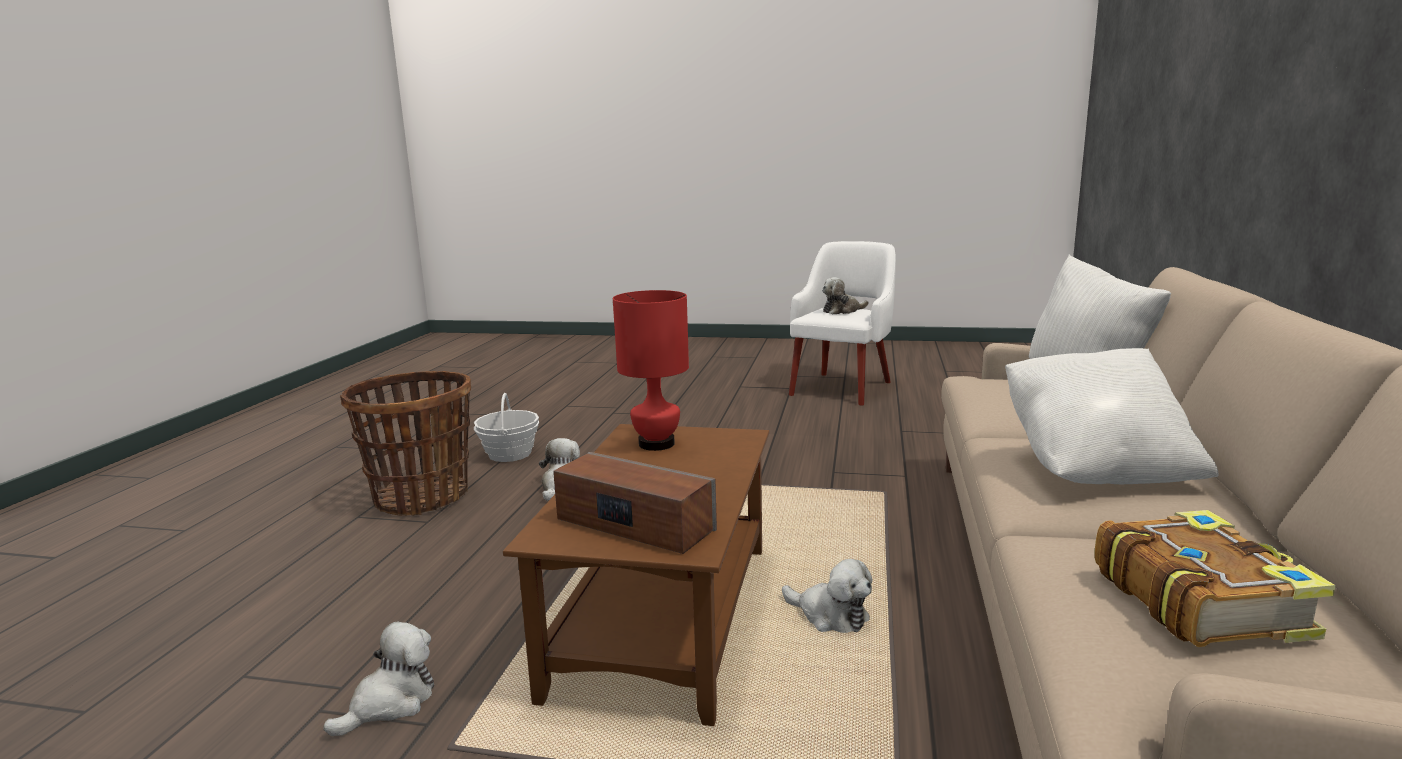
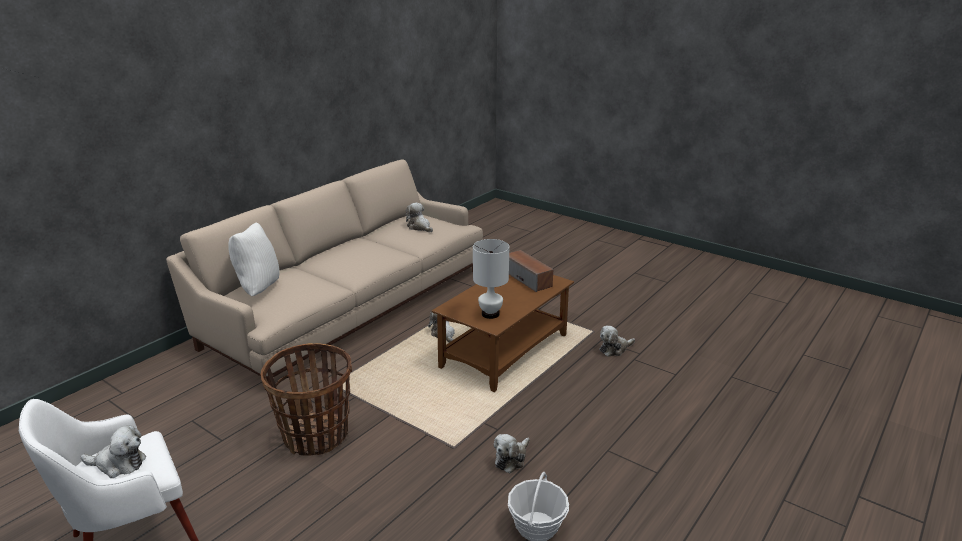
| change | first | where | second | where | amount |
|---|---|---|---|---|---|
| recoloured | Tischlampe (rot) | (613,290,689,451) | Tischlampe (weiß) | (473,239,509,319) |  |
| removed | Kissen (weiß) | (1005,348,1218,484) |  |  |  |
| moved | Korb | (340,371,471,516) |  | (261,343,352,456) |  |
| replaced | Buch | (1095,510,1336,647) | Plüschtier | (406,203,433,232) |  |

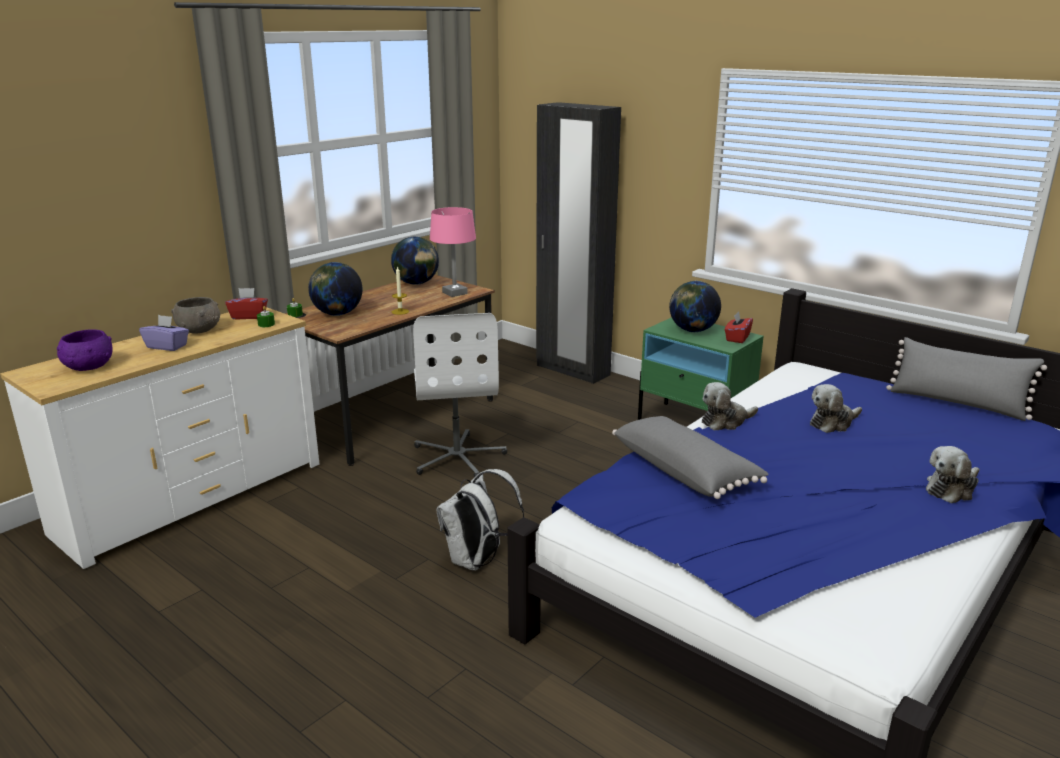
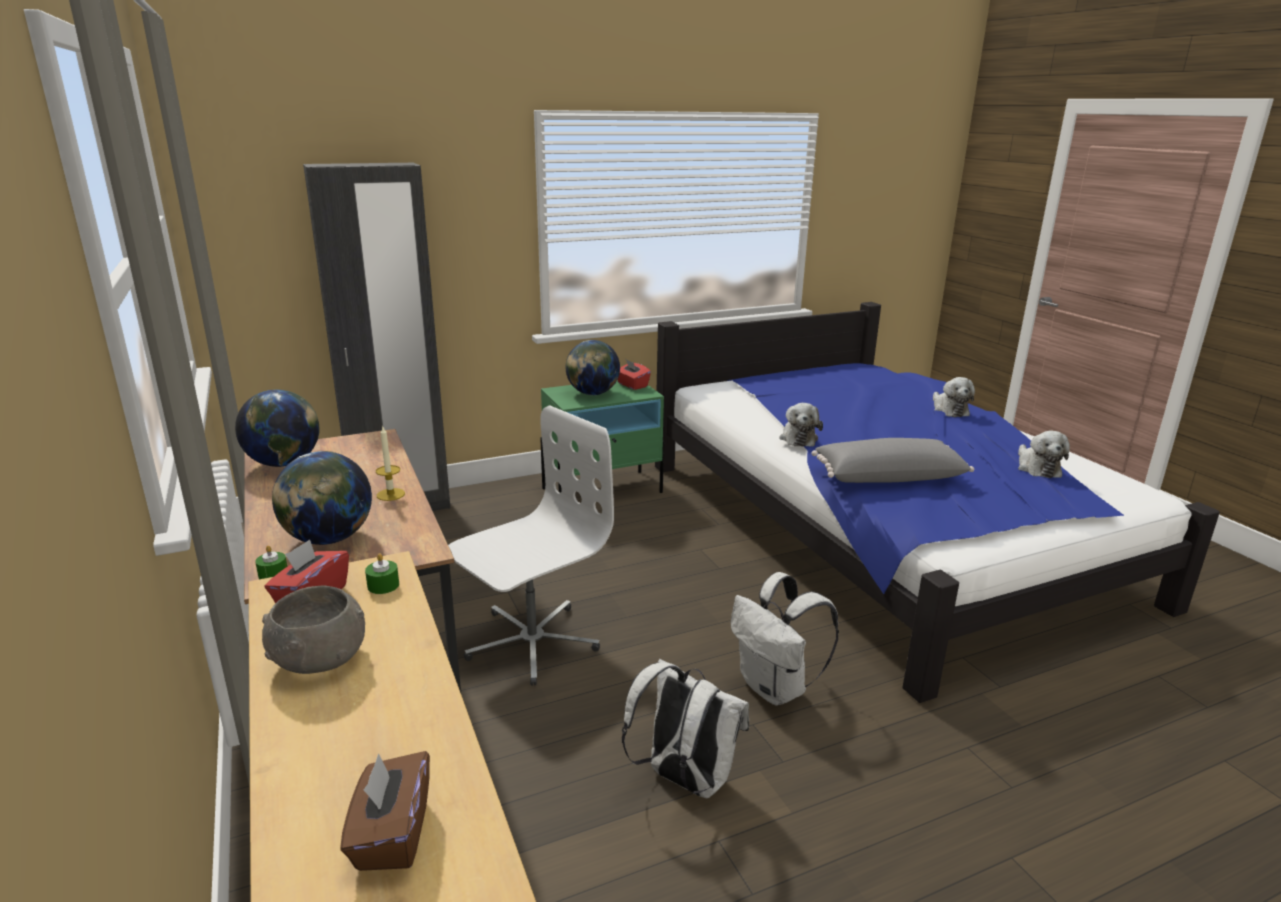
| change | first | where | second | where | amount |
|---|---|---|---|---|---|
| removed | Tischlampe (rosa) | (430,207,476,297) |  |  |  |
| turned | Bürostuhl (weiß) | (413,313,507,477) |  | (448,405,614,686) | 60 degrees counterclockwise |
| removed | Taschentuchbox (lila) | (139,315,189,351) |  |  |  |
| replaced | Schüssel (lila) | (57,330,113,371) | Taschentuchbox (braun) | (340,751,430,871) |  |
| removed | Kissen (grau) | (886,337,1047,421) |  |  |  |
| moved | Plüschtier | (810,384,862,433) |  | (1018,431,1070,478) |  |
| added |  |  | Rucksack (weiß) | (622,659,749,798) |  |

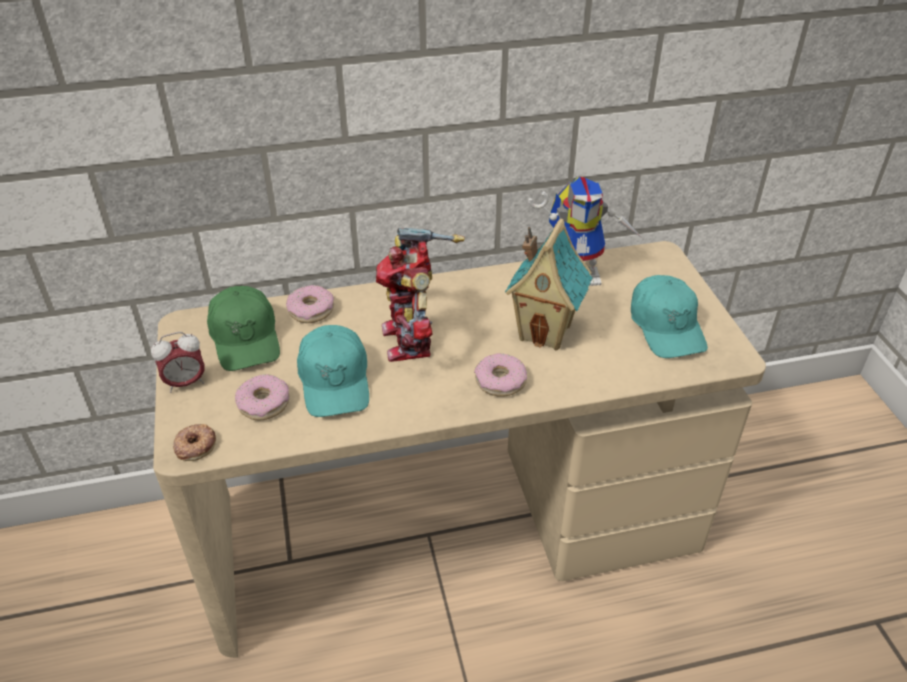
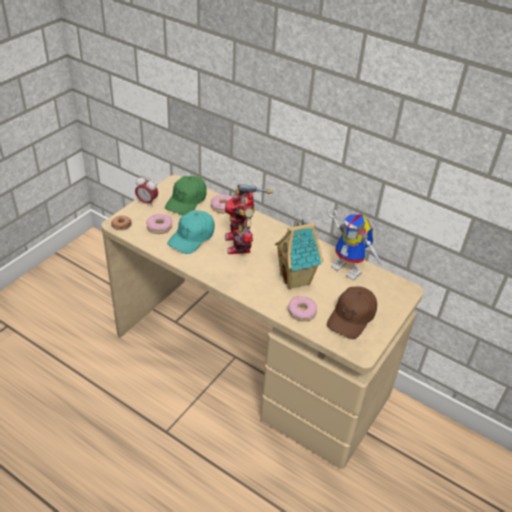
| change | first | where | second | where | amount |
|---|---|---|---|---|---|
| turned | Spielzeugroboter | (376,228,465,362) |  | (225,184,273,254) | 45 degrees counterclockwise |
| recoloured | Kappe (türkis) | (631,275,708,358) | Kappe (braun) | (327,287,377,339) |  |
| moved | Donut | (474,353,527,397) |  | (288,296,317,321) |  |

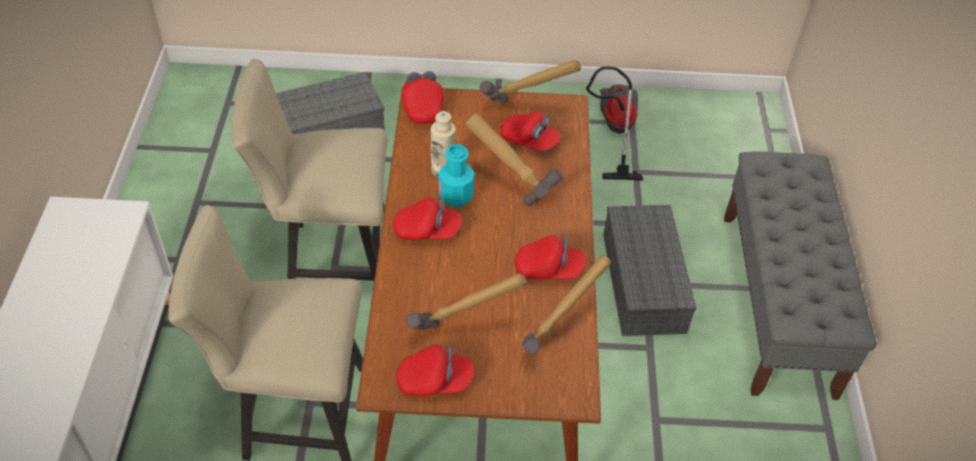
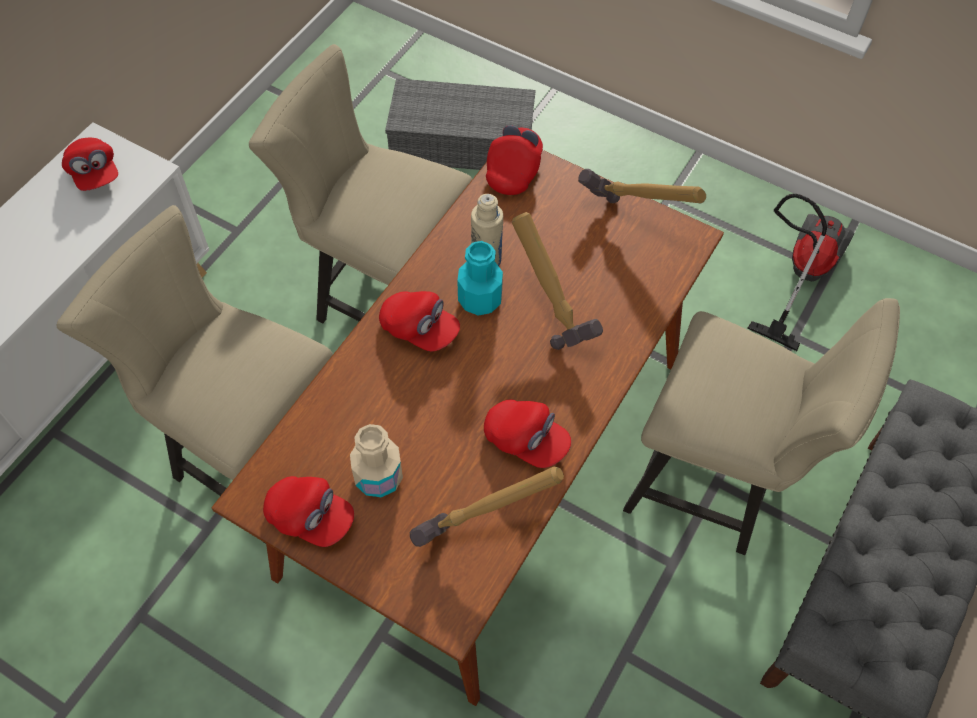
| change | first | where | second | where | amount |
|---|---|---|---|---|---|
| moved | Kappe (rot) | (501,111,561,151) |  | (62,138,118,191) |  |
| replaced | Aufbewahrungsbox (grau) | (603,205,696,336) | Stuhl (beige) | (623,298,900,555) |  |
| replaced | Hammer | (406,273,527,330) | Flasche (beige) | (350,424,403,497) |  |

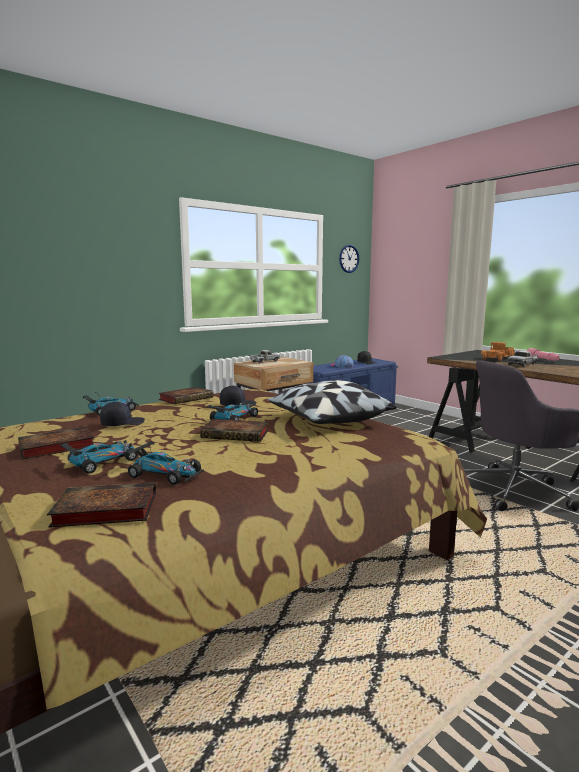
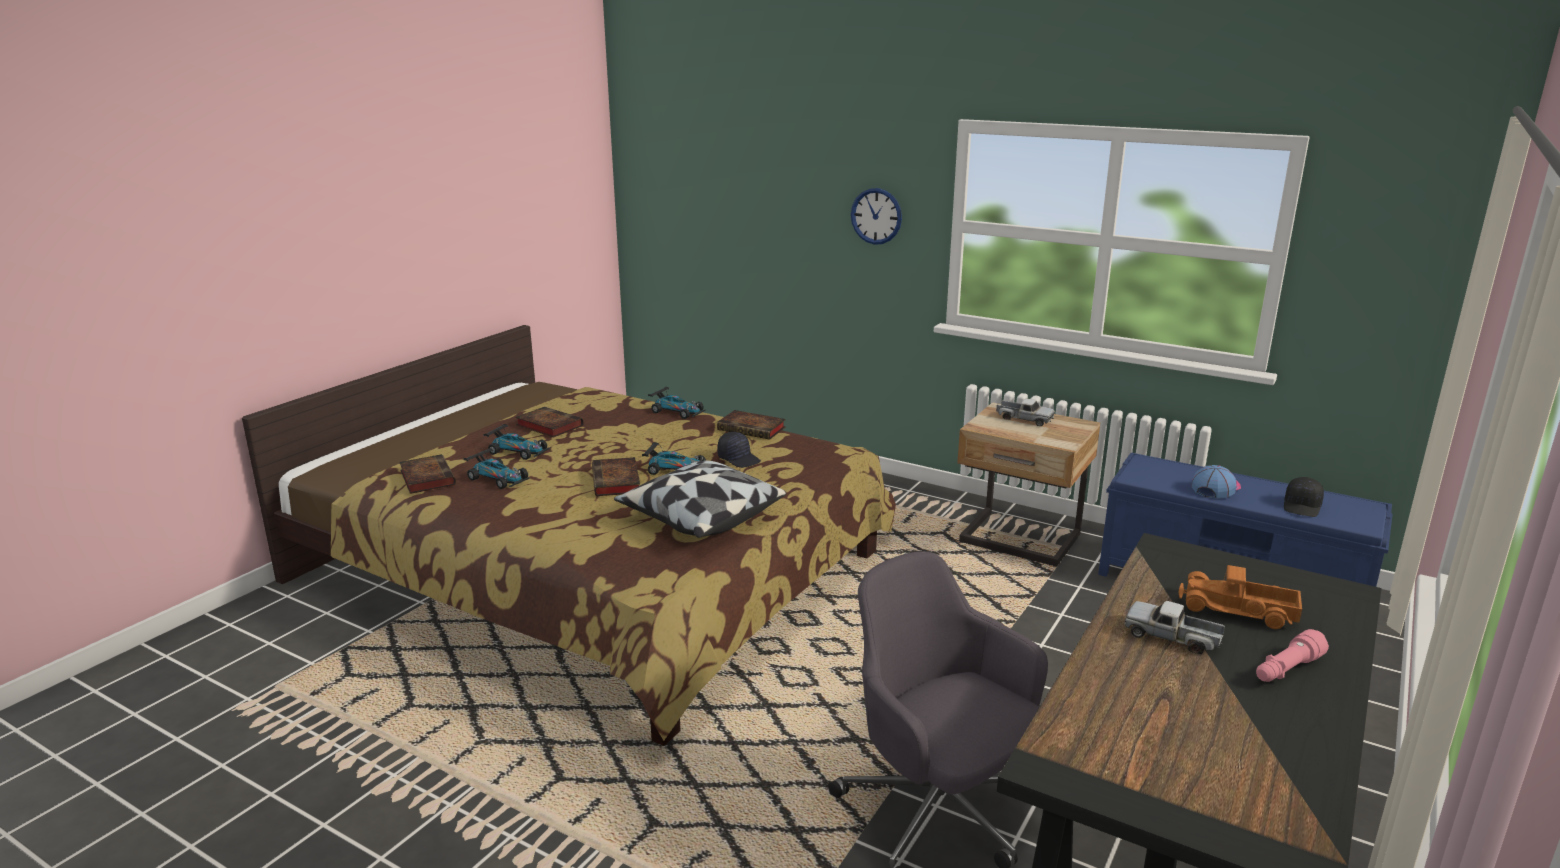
| change | first | where | second | where | amount |
|---|---|---|---|---|---|
| moved | Wanduhr | (339,245,359,273) |  | (851,188,902,245) |  |
| removed | Kappe (schwarz) | (100,402,145,426) |  |  |  |
| turned | Spielzeugauto | (123,440,204,485) |  | (464,448,530,489) | 60 degrees counterclockwise |

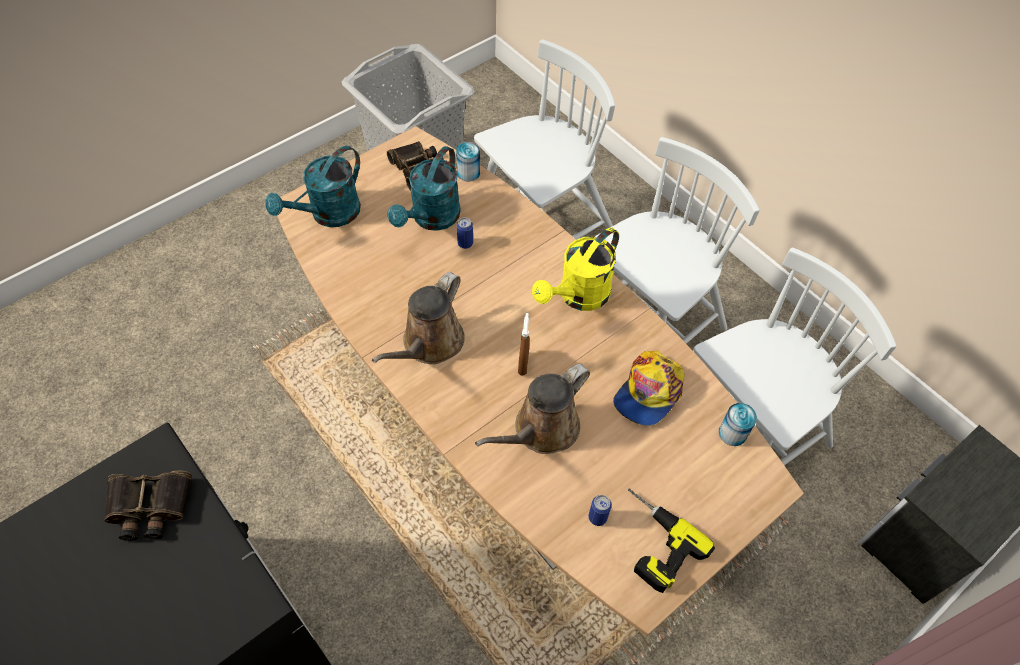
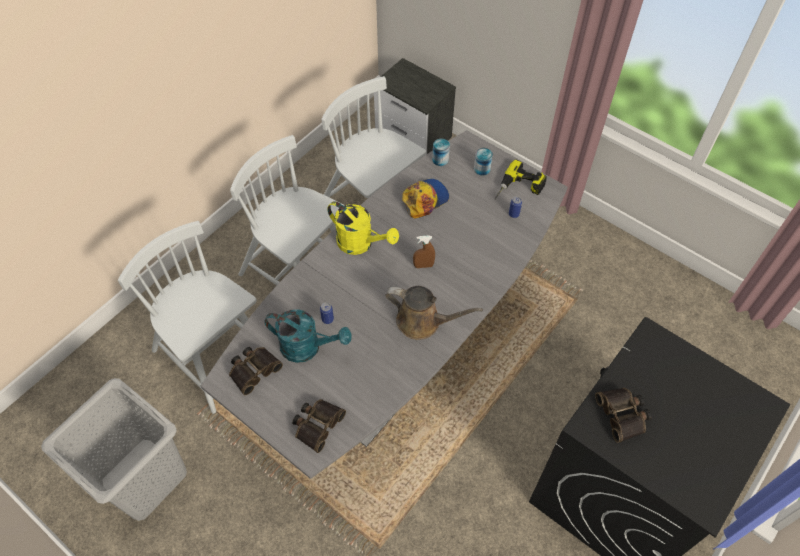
| change | first | where | second | where | amount |
|---|---|---|---|---|---|
| recoloured | Esstisch (braun) | (277,126,804,636) | Esstisch (grau) | (201,130,568,479) |  |
| moved | Dose | (456,142,480,181) |  | (474,148,493,176) |  |
| replaced | Gießkanne (türkis) | (265,146,361,227) | Fernglas | (292,399,346,453) |  |
| turned | Kappe | (613,351,684,426) |  | (402,179,449,218) | 60 degrees counterclockwise |
| removed | Gießkanne (braun) | (475,364,590,454) |  |  |  |

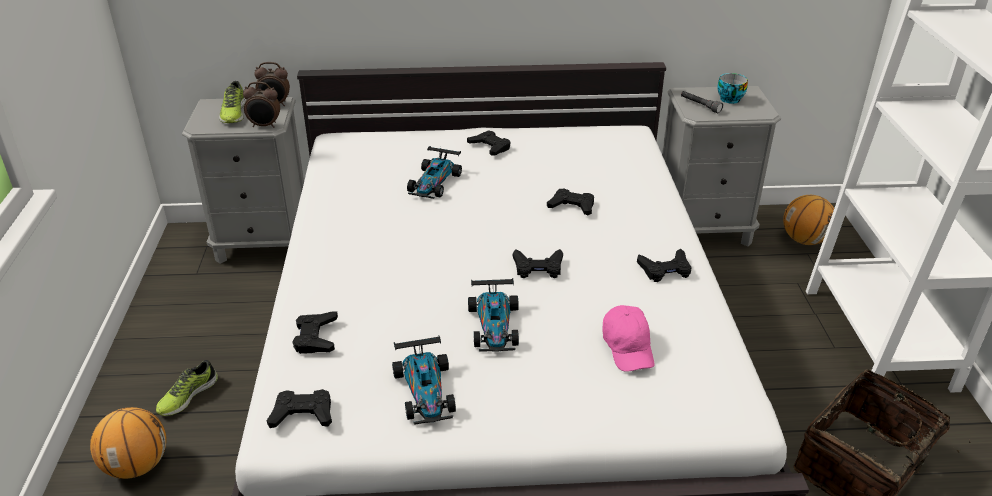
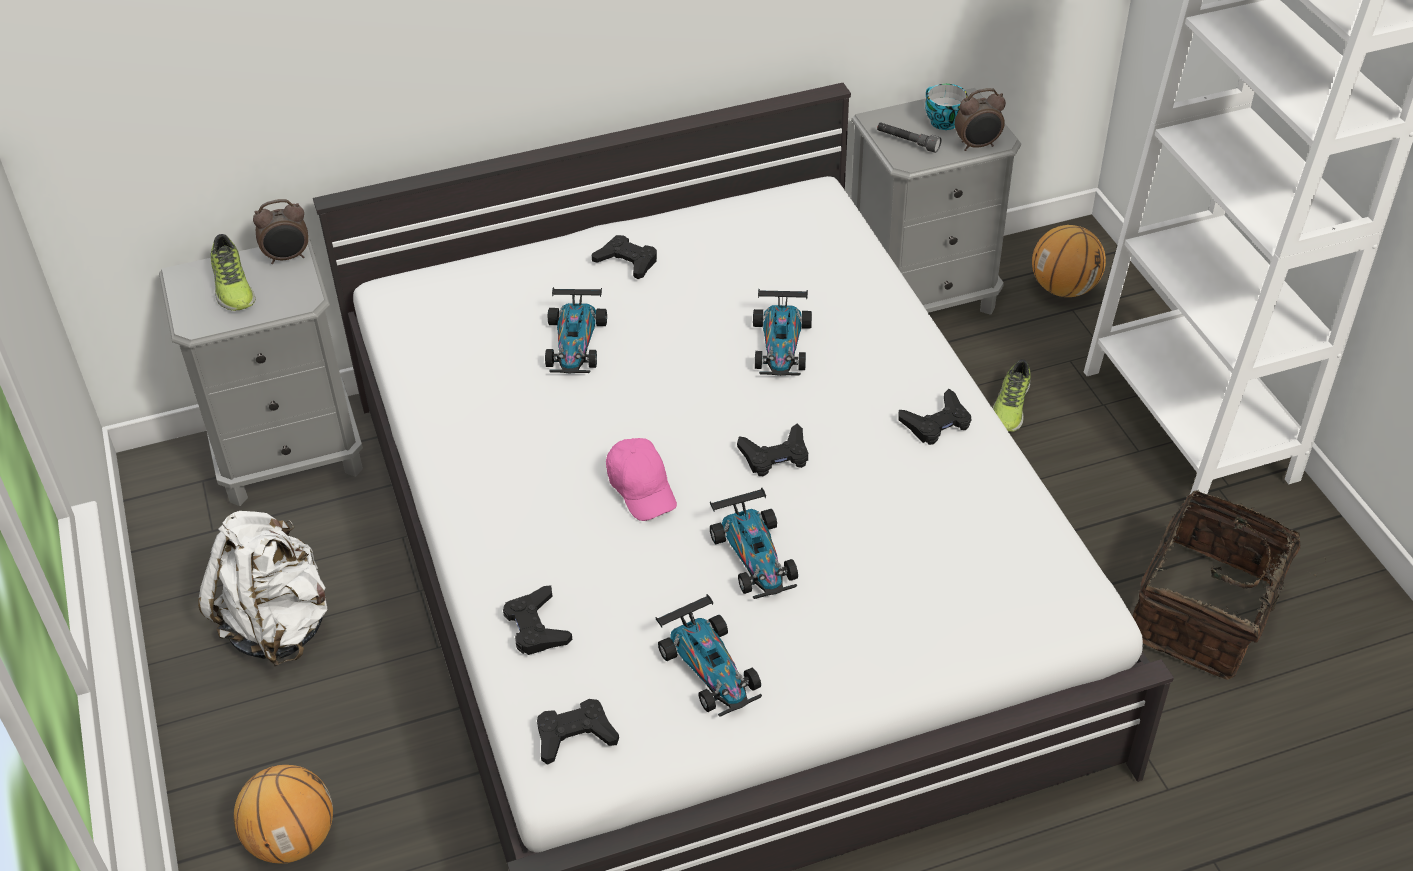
| change | first | where | second | where | amount |
|---|---|---|---|---|---|
| moved | Wecker | (243,82,280,128) |  | (955,88,1006,151) |  |
| replaced | Gamepad (schwarz) | (547,189,594,215) | Spielzeugauto | (753,289,812,376) |  |
| moved | Kappe (rosa) | (602,305,655,372) |  | (606,438,677,521) |  |
| moved | Schuh | (156,360,218,416) |  | (992,359,1031,432) |  |
| added |  |  | Rucksack (weiß) | (198,511,328,666) |  |

